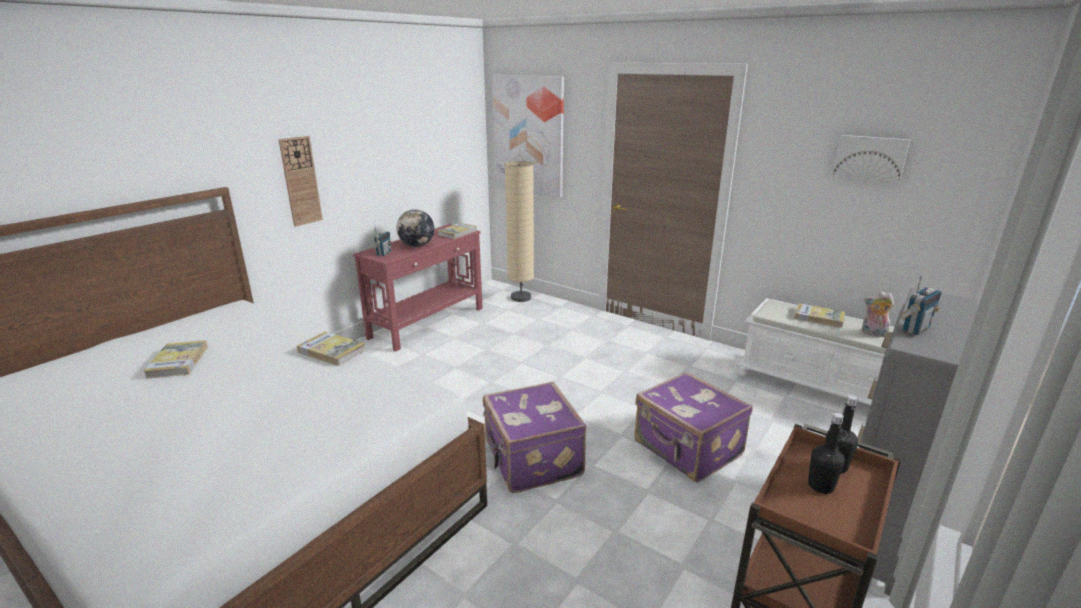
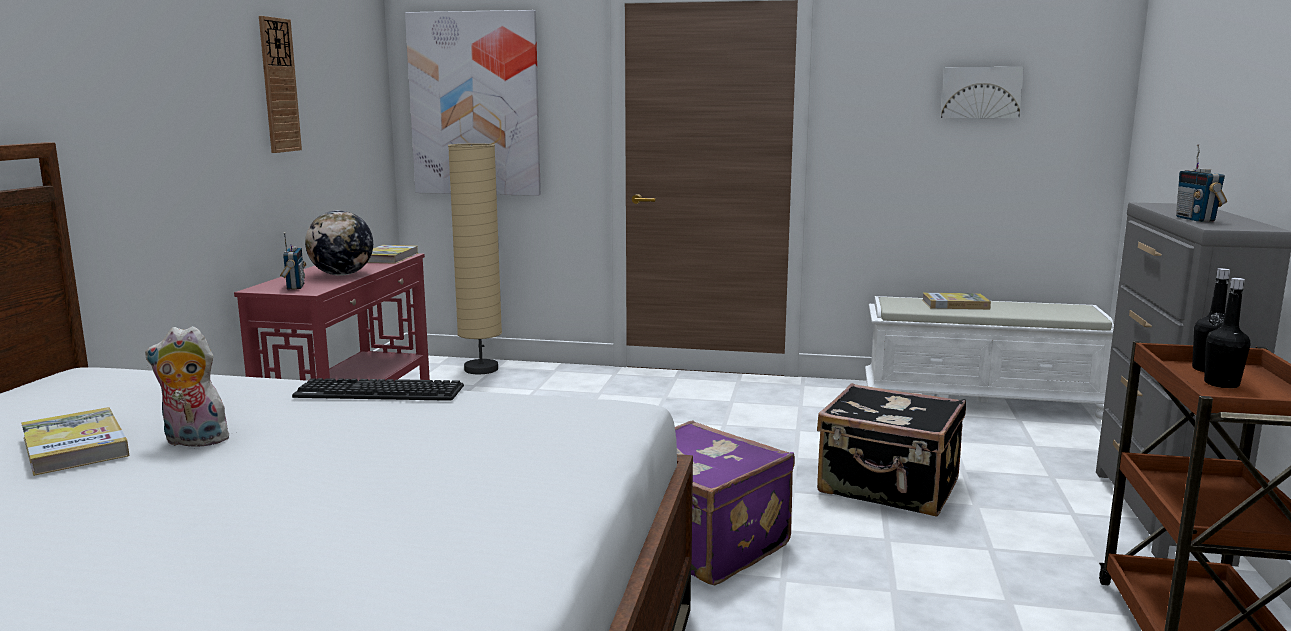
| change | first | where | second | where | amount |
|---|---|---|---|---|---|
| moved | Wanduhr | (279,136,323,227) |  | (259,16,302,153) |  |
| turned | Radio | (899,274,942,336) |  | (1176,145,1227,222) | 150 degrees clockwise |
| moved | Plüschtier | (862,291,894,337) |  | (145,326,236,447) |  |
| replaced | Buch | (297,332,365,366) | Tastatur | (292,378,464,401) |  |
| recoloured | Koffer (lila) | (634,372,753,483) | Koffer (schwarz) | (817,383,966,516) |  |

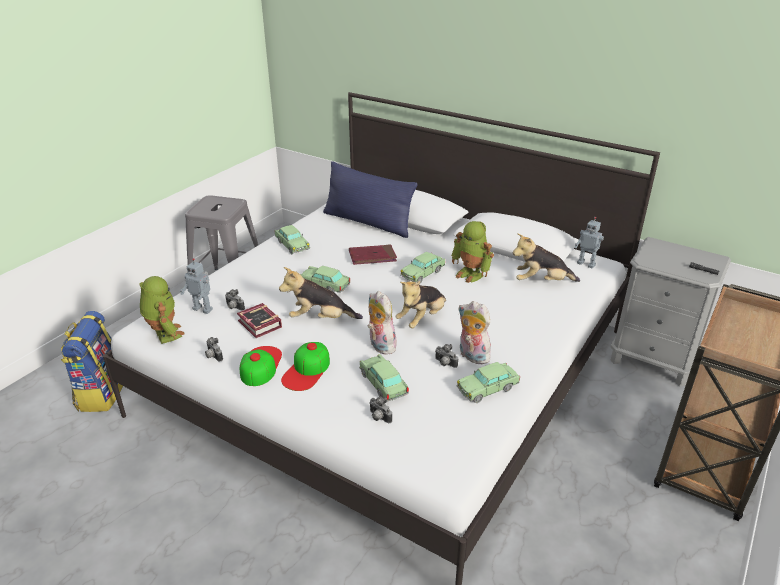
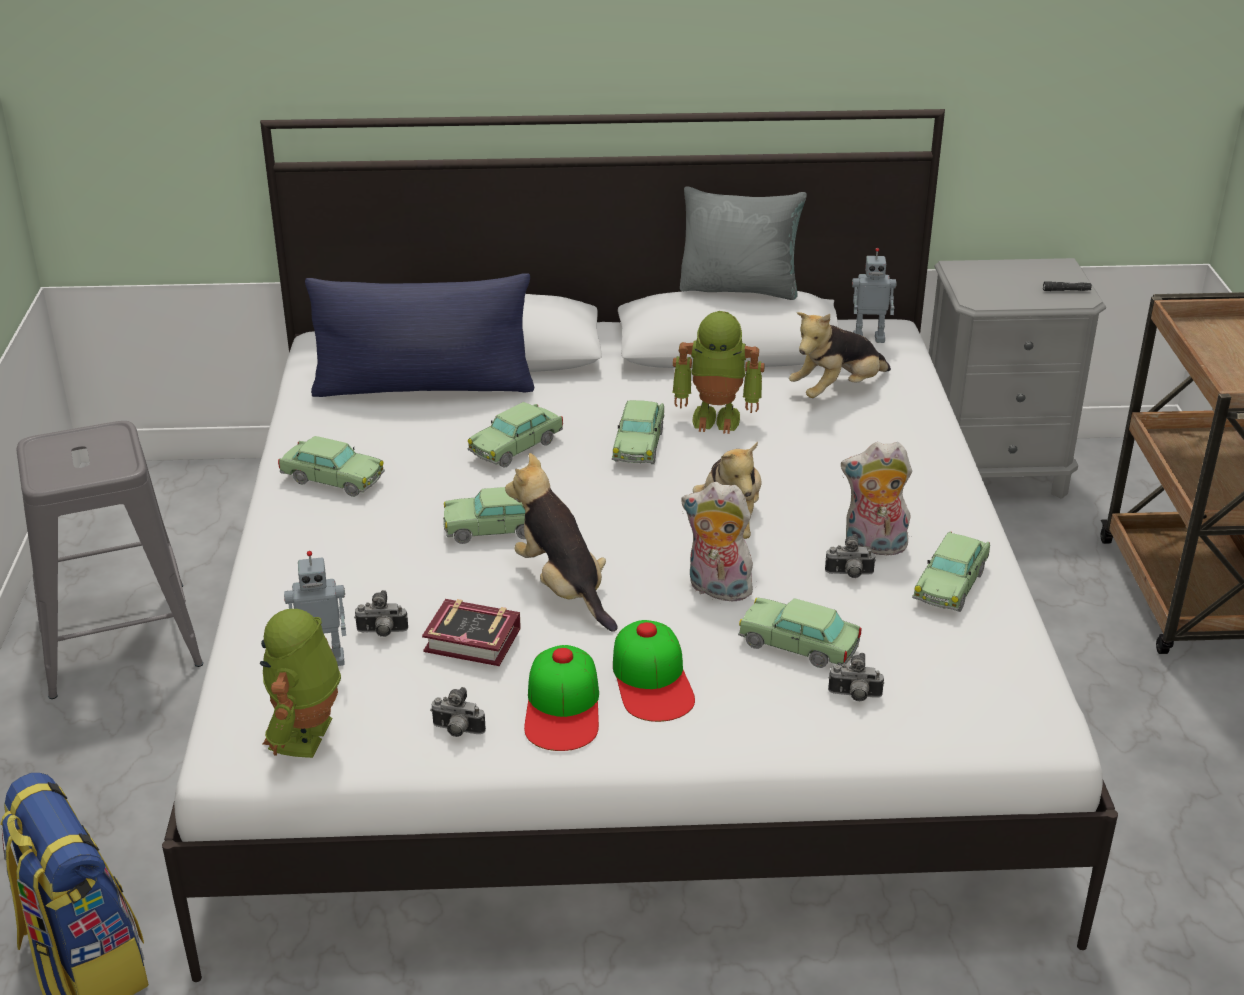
| change | first | where | second | where | amount |
|---|---|---|---|---|---|
| replaced | Buch (rot) | (349,244,397,265) | Spielzeugauto | (468,402,563,468) |  |
| turned | Plüschtier | (279,267,363,319) |  | (505,453,617,632) | 90 degrees clockwise |
| turned | Spielzeugroboter | (140,276,185,344) |  | (260,609,341,758) | 105 degrees counterclockwise |
| turned | Kappe | (240,346,282,386) |  | (524,645,599,751) | 150 degrees counterclockwise |
| added |  |  | Kissen (grau) | (680,186,807,300) |  |

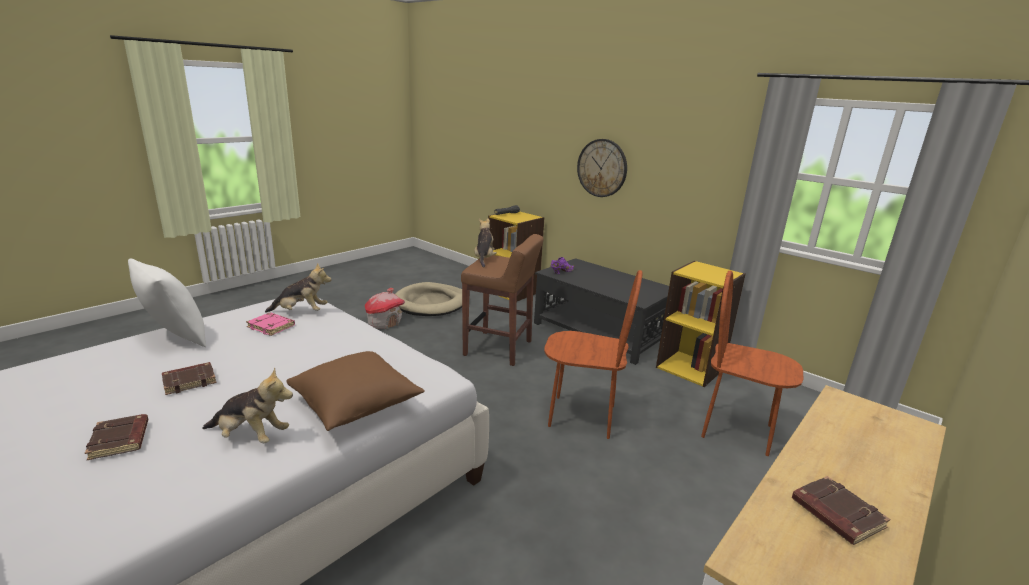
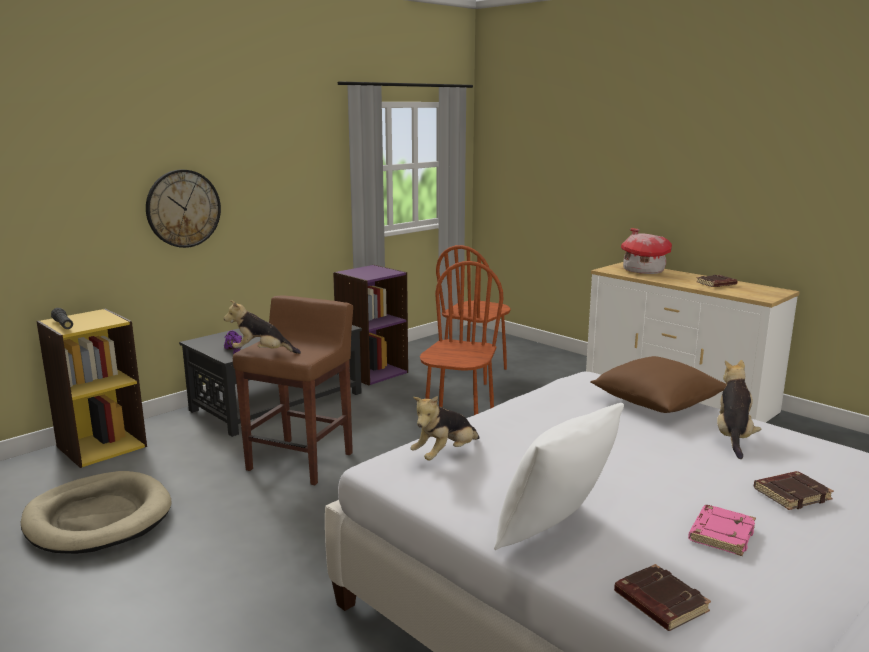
| change | first | where | second | where | amount |
|---|---|---|---|---|---|
| recoloured | Bücherregal (gelb) | (656,261,746,387) | Bücherregal (lila) | (333,265,408,386) |  |
| turned | Plüschtier | (265,263,331,313) |  | (410,396,480,460) | 135 degrees counterclockwise |
| moved | Spielzeughaus | (365,288,405,329) |  | (621,228,672,274) |  |
| moved | Buch (rosa) | (246,312,295,336) |  | (688,505,756,556) |  |
| moved | Buch (braun) | (162,362,217,395) |  | (614,564,711,631) |  |

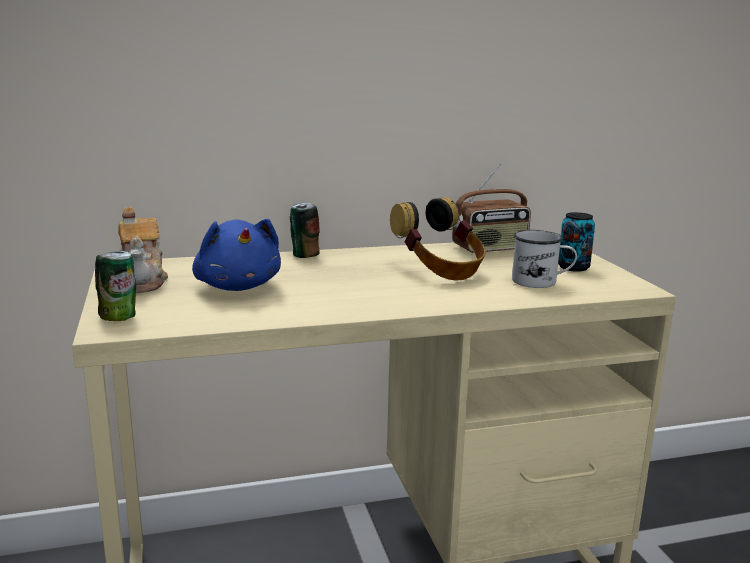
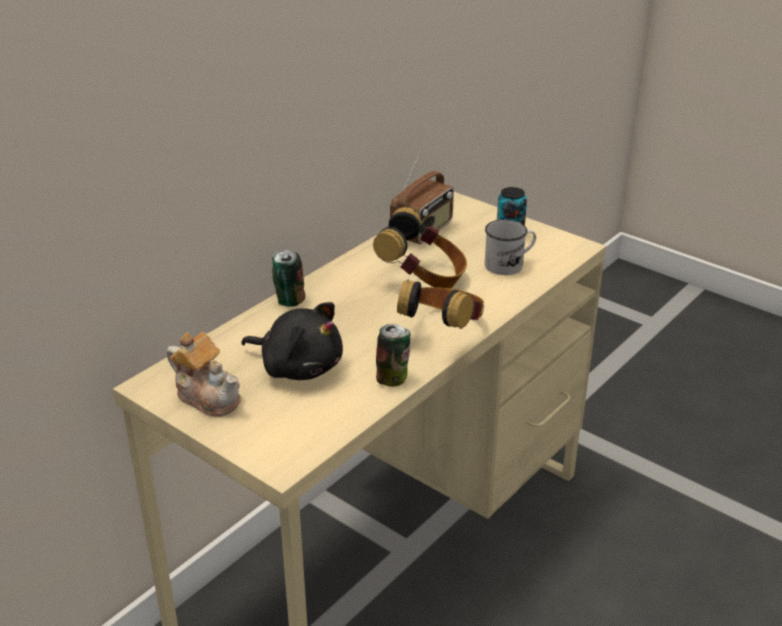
| change | first | where | second | where | amount |
|---|---|---|---|---|---|
| recoloured | Plüschtier (blau) | (192,219,281,291) | Plüschtier (schwarz) | (241,302,343,380) |  |
| moved | Dose | (95,251,136,321) |  | (376,324,410,387) |  |
| added |  |  | Kopfhörer | (397,279,484,329) |  |

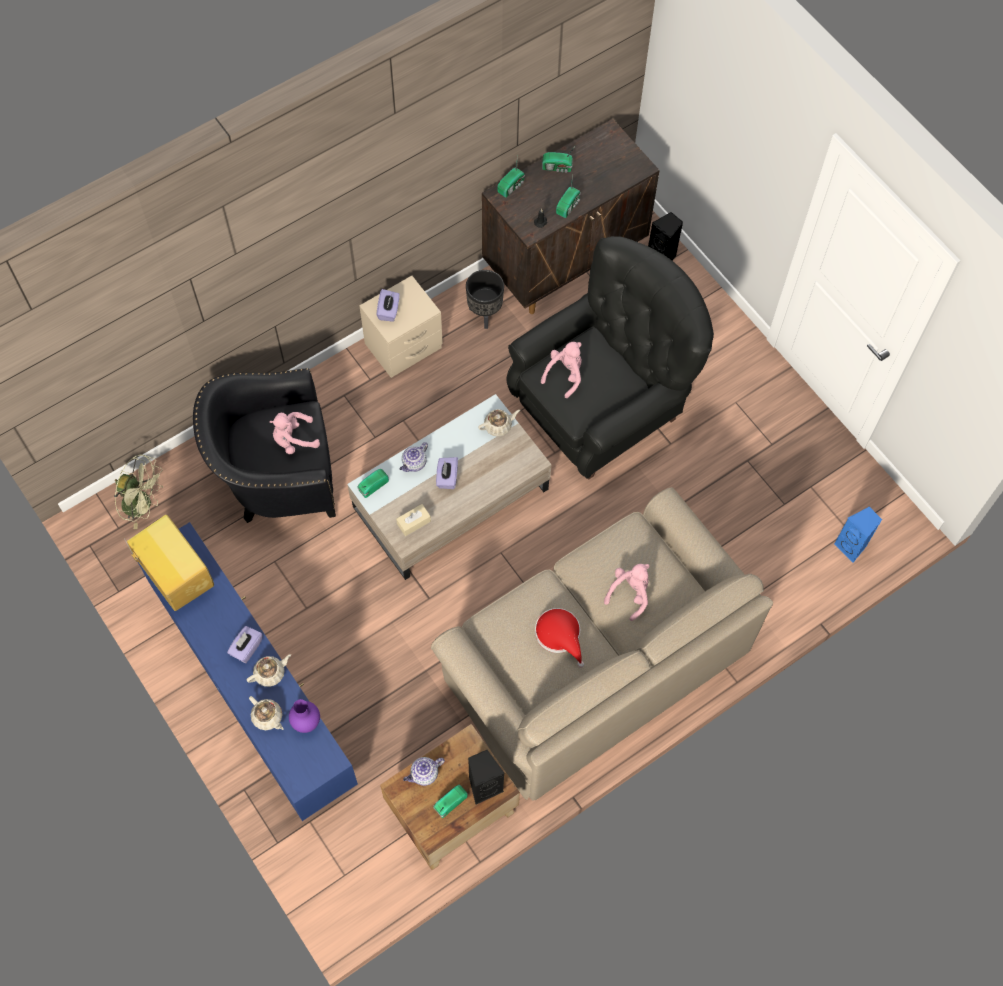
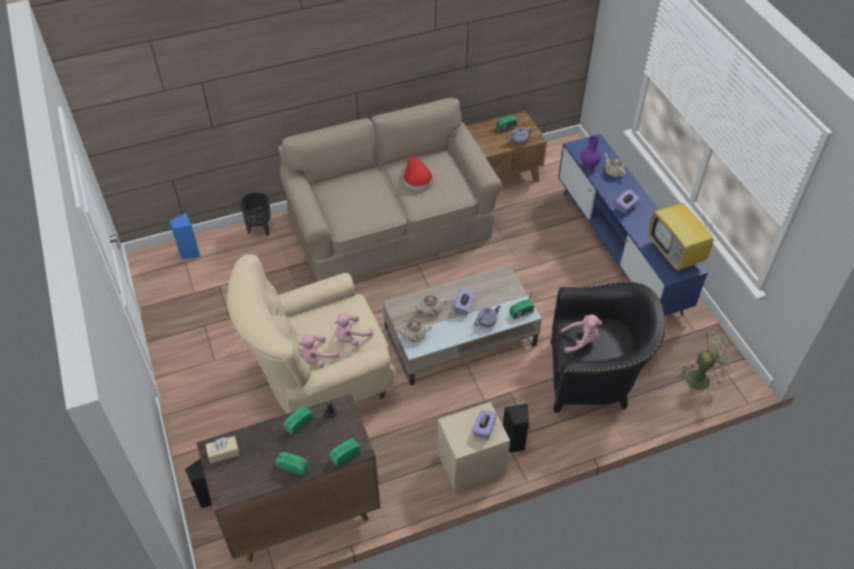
| change | first | where | second | where | amount |
|---|---|---|---|---|---|
| recoloured | Sessel (schwarz) | (506,236,714,479) | Sessel (beige) | (227,254,396,414) |  |
| moved | Pflanzkübel (schwarz) | (466,270,504,329) |  | (240,192,271,236) |  |
| turned | Ventilator (grün) | (114,454,163,529) |  | (677,331,734,396) | 135 degrees clockwise |
| moved | Taschentuchbox (beige) | (396,504,431,536) |  | (205,436,239,463) |  |
| moved | Plüschtier (rosa) | (604,564,649,621) |  | (299,334,340,368) |  |
| moved | Teekanne (beige) | (247,654,291,687) |  | (413,295,447,316) |  |
| moved | Lautsprecher (schwarz) | (468,750,504,804) |  | (503,403,529,453) |  |

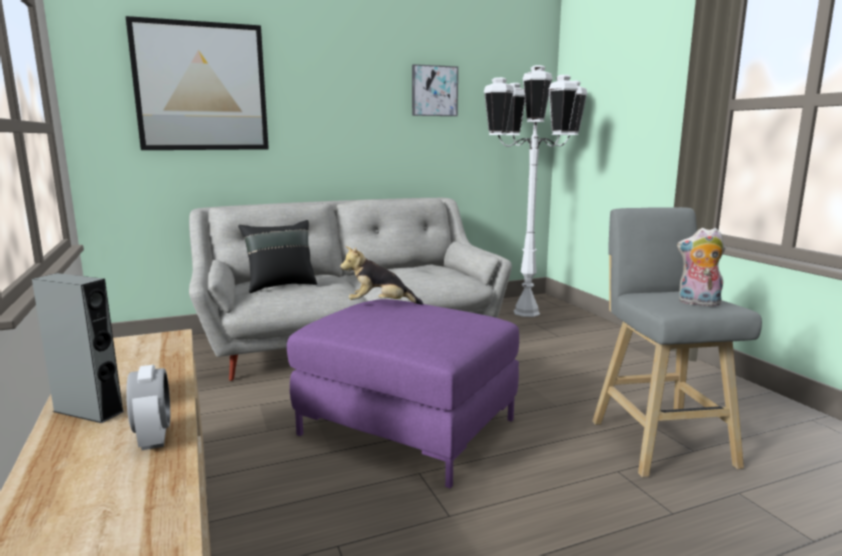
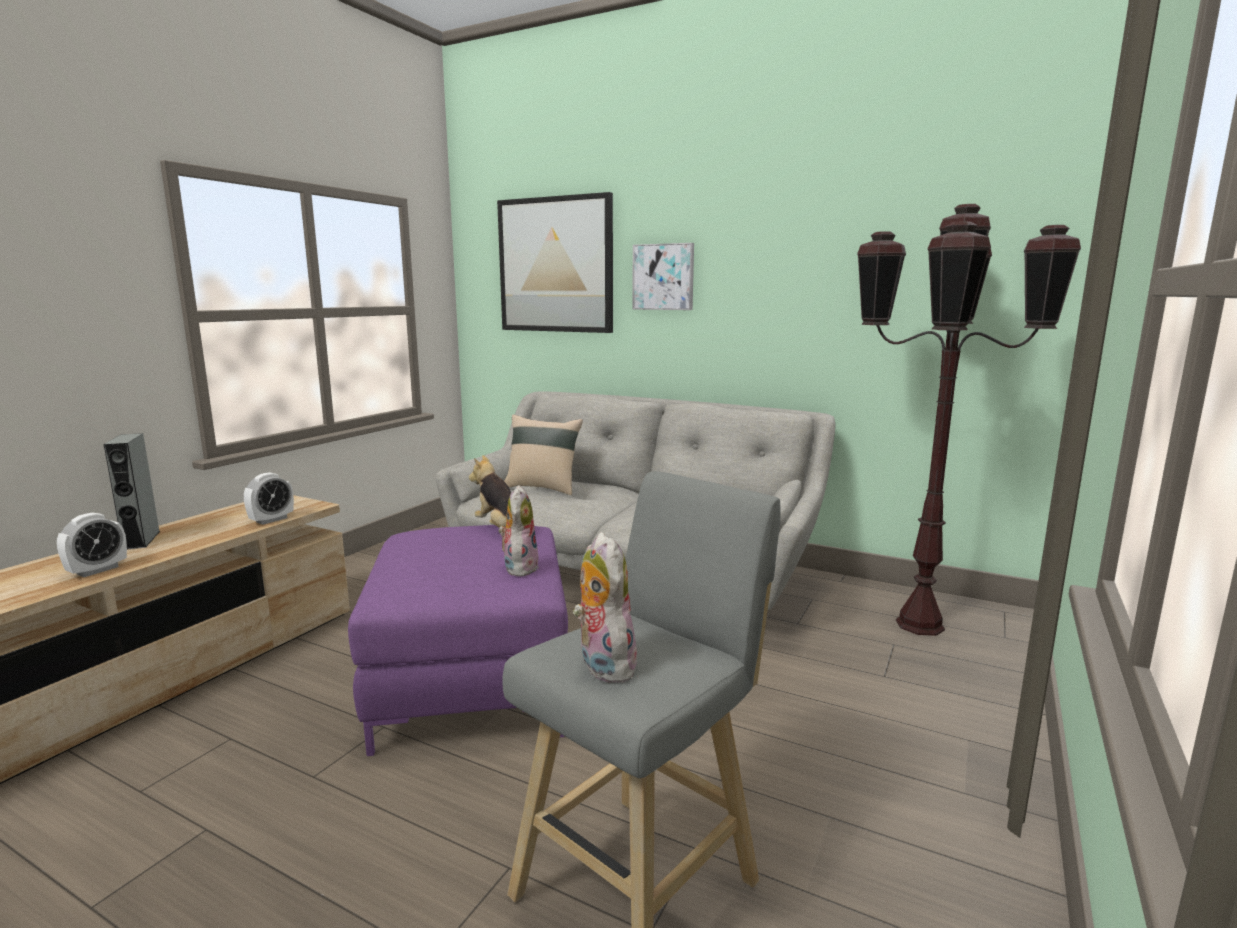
| change | first | where | second | where | amount |
|---|---|---|---|---|---|
| moved | Bild | (412,64,458,116) |  | (632,243,694,310) |  |
| recoloured | Stehlampe (weiß) | (484,65,587,317) | Stehlampe (braun) | (857,204,1081,636) |  |
| recoloured | Kissen (schwarz) | (238,220,317,293) | Kissen (beige) | (504,414,583,495) |  |
| added |  |  | Wecker | (244,472,294,525) |  |
| added |  |  | Plüschtier | (499,485,539,577) |  |

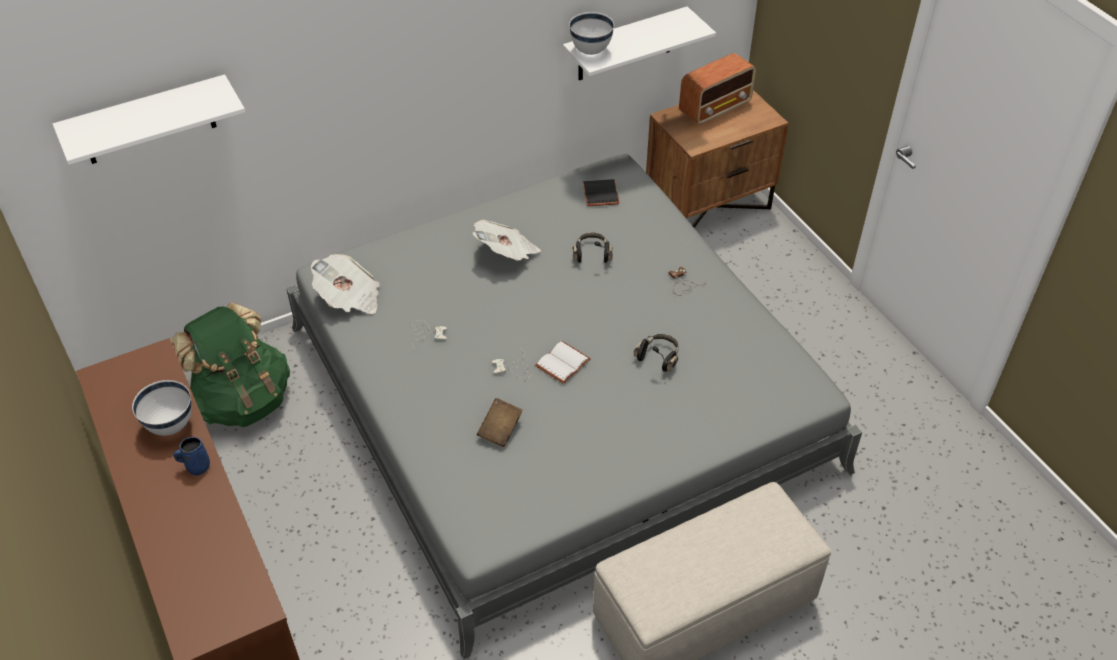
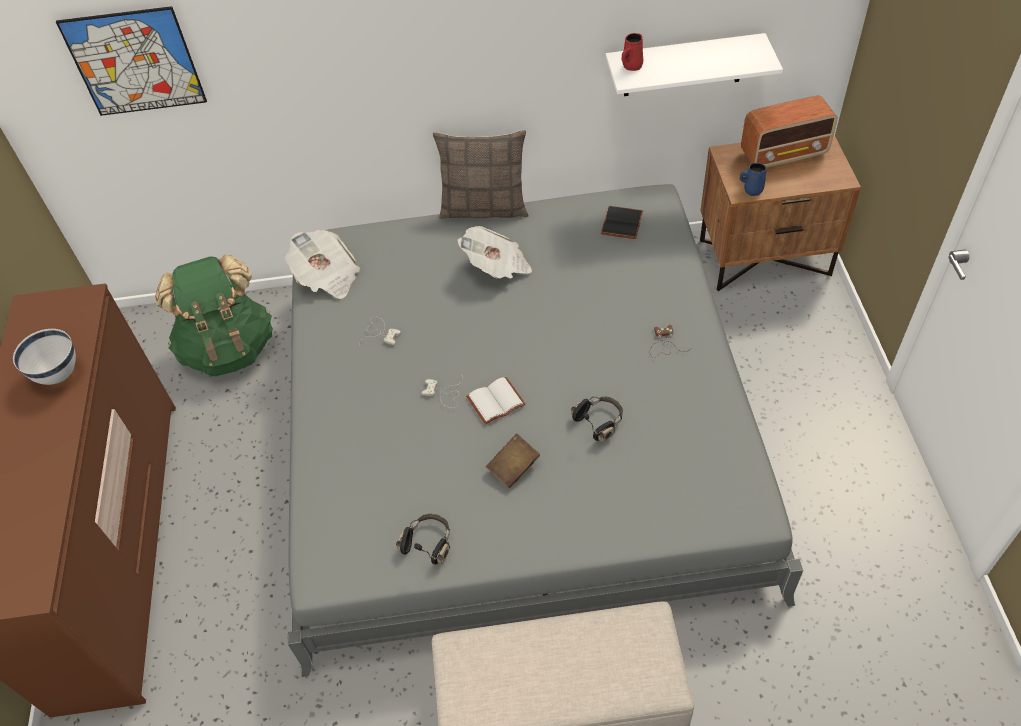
| change | first | where | second | where | amount |
|---|---|---|---|---|---|
| replaced | Schüssel (weiß) | (569,12,614,55) | Henkelbecher (rot) | (621,33,643,71) |  |
| replaced | Wandregal (weiß) | (53,74,245,165) | Bild | (56,6,207,116) |  |
| moved | Kopfhörer (schwarz) | (572,232,613,263) |  | (396,514,450,565) |  |
| moved | Buch (braun) | (477,398,522,447) |  | (486,434,540,488) |  |
| moved | Henkelbecher (blau) | (173,437,210,476) |  | (740,163,767,196) |  |
| added |  |  | Kissen | (433,130,529,219) |  |

